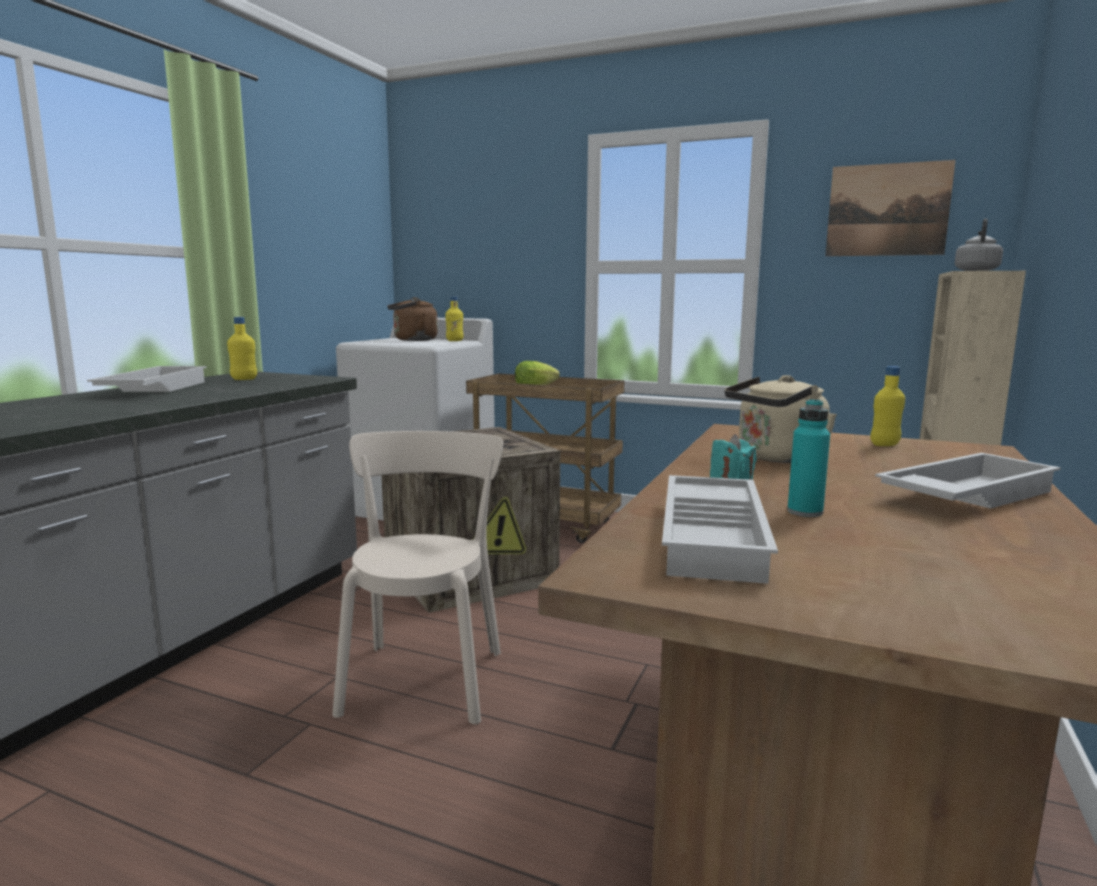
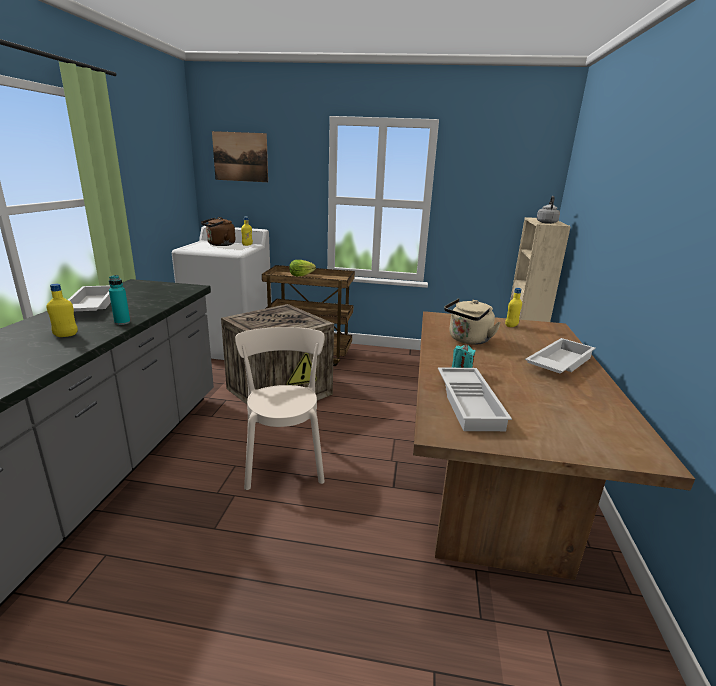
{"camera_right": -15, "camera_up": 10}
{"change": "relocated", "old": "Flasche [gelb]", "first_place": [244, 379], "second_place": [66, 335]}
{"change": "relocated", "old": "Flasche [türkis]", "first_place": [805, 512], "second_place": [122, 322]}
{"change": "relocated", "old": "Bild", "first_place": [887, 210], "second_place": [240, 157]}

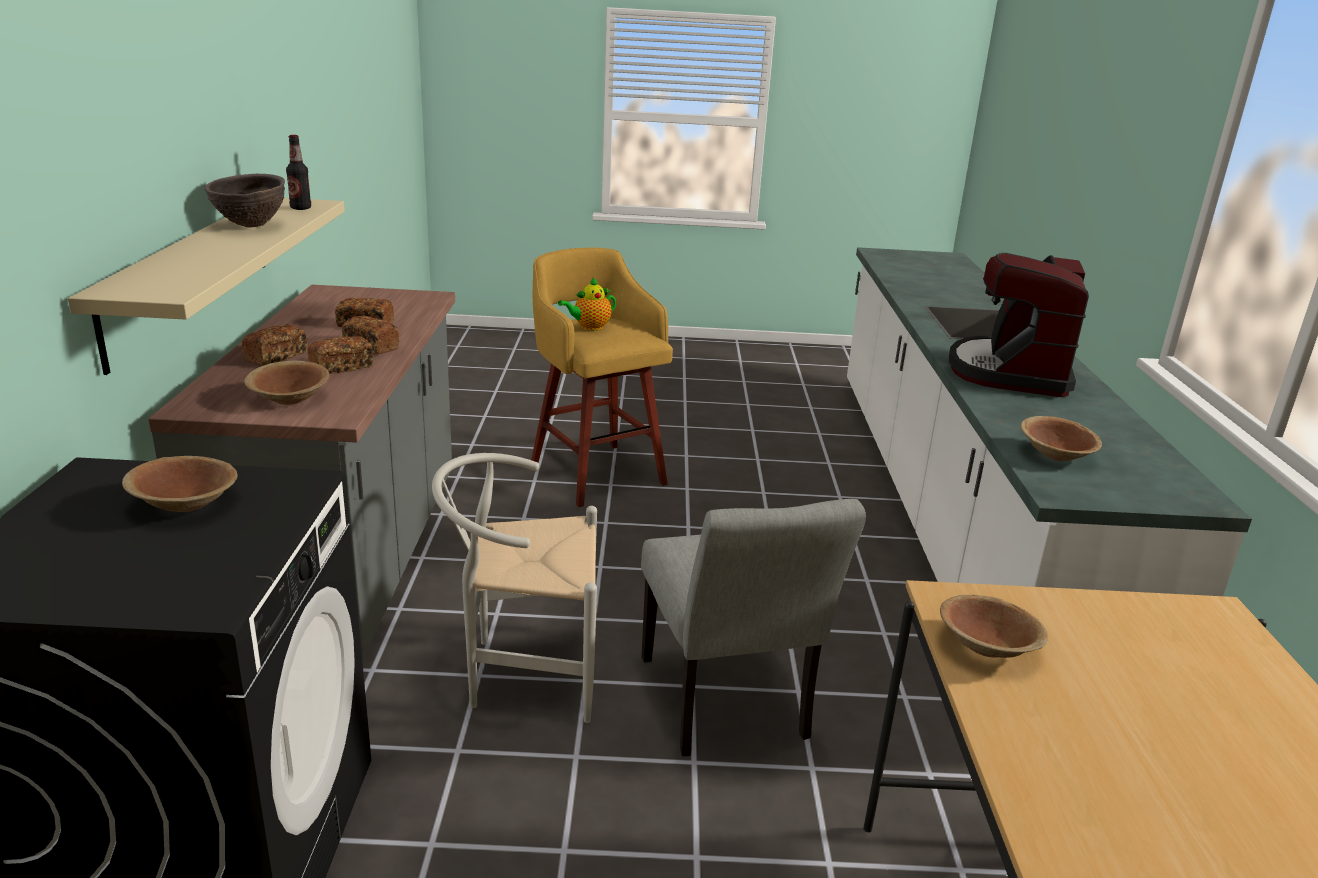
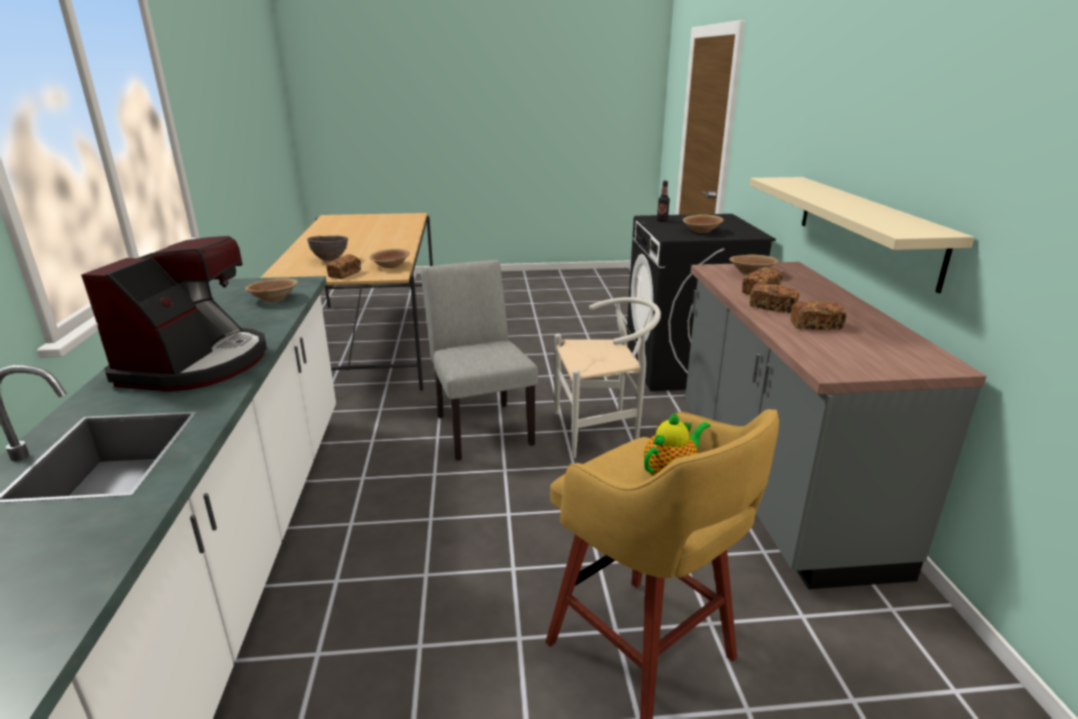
{"camera_right": 175, "camera_up": 0}
{"change": "relocated", "old": "Schüssel [braun]", "first_place": [250, 226], "second_place": [330, 260]}
{"change": "relocated", "old": "Brot", "first_place": [276, 356], "second_place": [345, 274]}
{"change": "relocated", "old": "Flasche", "first_place": [300, 208], "second_place": [662, 220]}

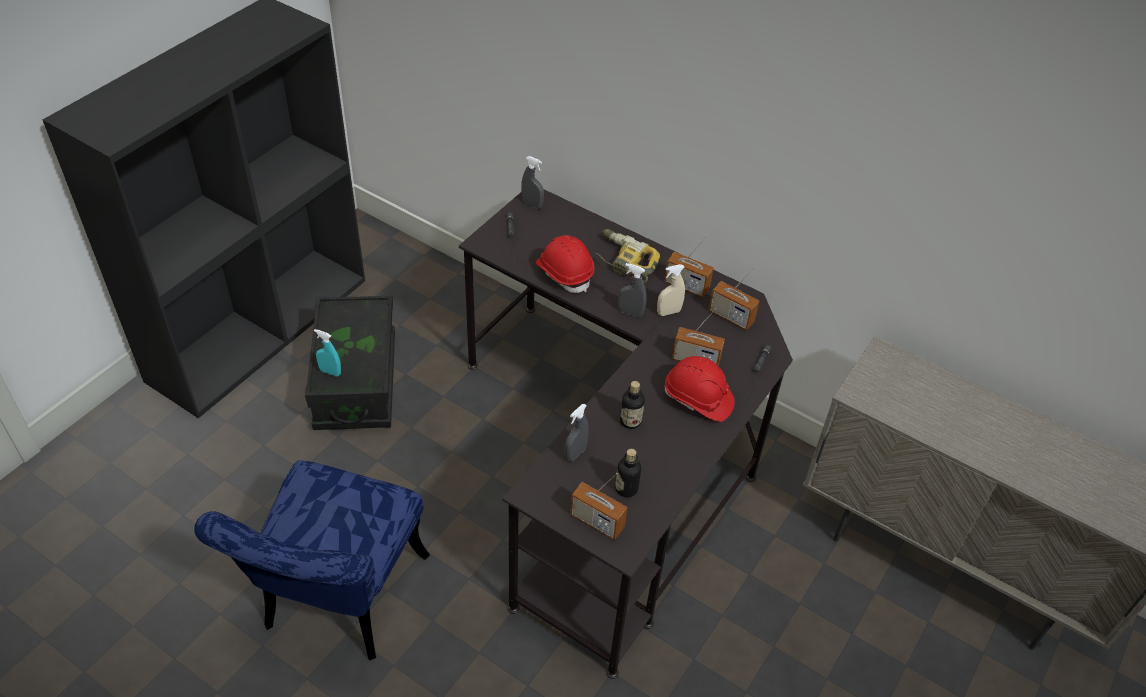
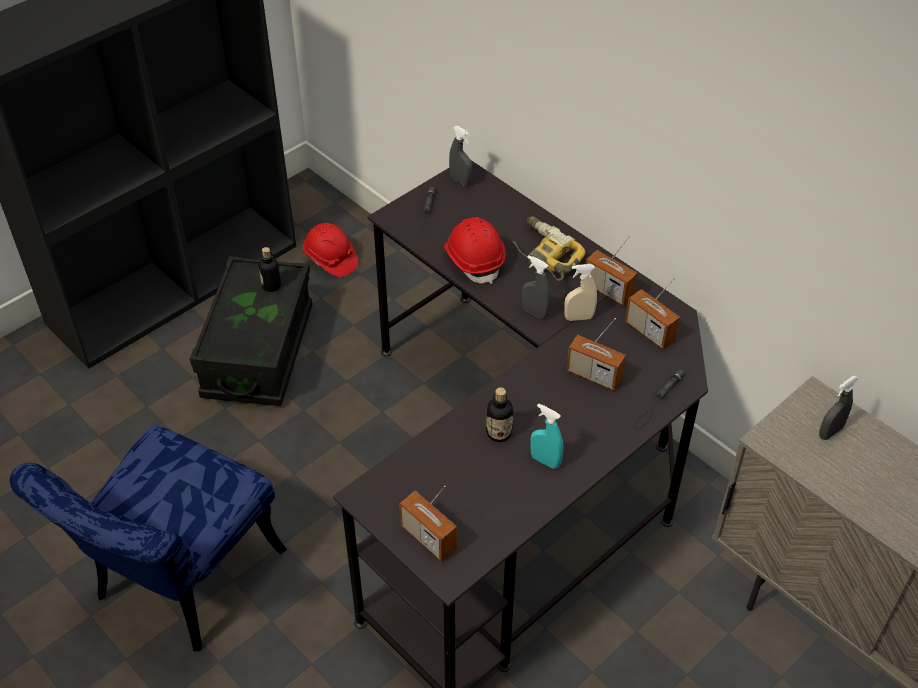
{"camera_right": 15, "camera_up": 0}
{"change": "relocated", "old": "Sprühflasche [türkis]", "first_place": [330, 372], "second_place": [545, 461]}
{"change": "relocated", "old": "Sprühflasche [grau]", "first_place": [575, 453], "second_place": [830, 432]}
{"change": "relocated", "old": "Flasche", "first_place": [626, 488], "second_place": [271, 286]}
{"change": "relocated", "old": "Schutzhelm [rot]", "first_place": [698, 399], "second_place": [330, 259]}

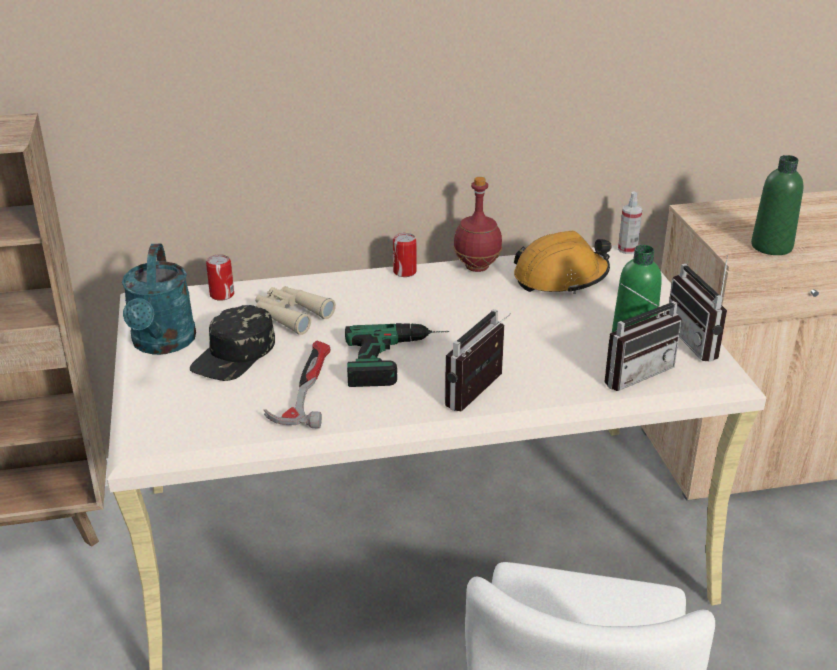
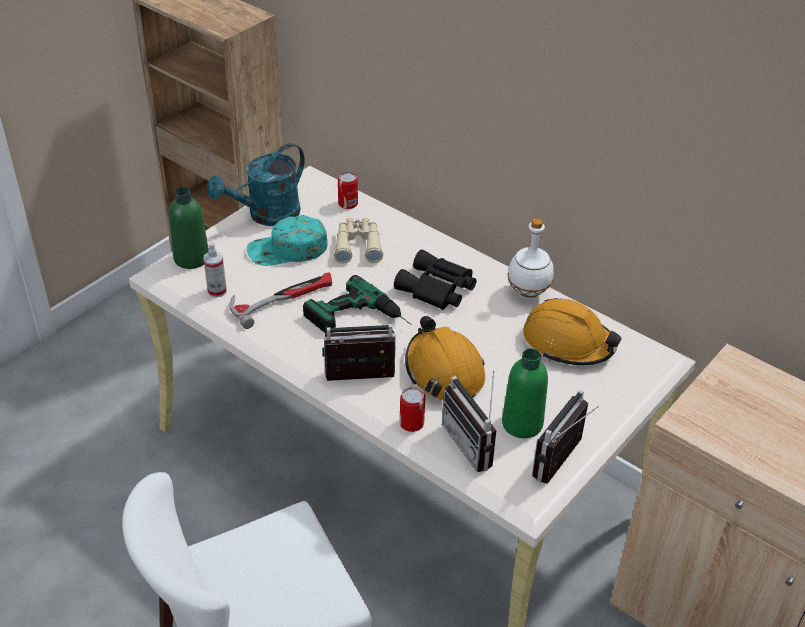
{"camera_right": 50, "camera_up": 10}
{"change": "appeared", "new": "Fernglas [schwarz]", "second_place": [436, 289]}
{"change": "appeared", "new": "Schutzhelm [orange]", "second_place": [444, 371]}
{"change": "relocated", "old": "Dose", "first_place": [404, 272], "second_place": [411, 423]}
{"change": "relocated", "old": "Sprühflasche", "first_place": [627, 249], "second_place": [217, 291]}
{"change": "relocated", "old": "Flasche [grün]", "first_place": [771, 247], "second_place": [191, 258]}
{"change": "colour", "old": "Kappe [schwarz]", "new": "Kappe [türkis]", "first_place": [235, 354], "second_place": [287, 249]}
{"change": "colour", "old": "Flasche [rot]", "new": "Flasche [weiß]", "first_place": [476, 267], "second_place": [528, 292]}
{"change": "spun", "old": "Radio", "first_place": [633, 372], "second_place": [475, 444], "degrees": 45}

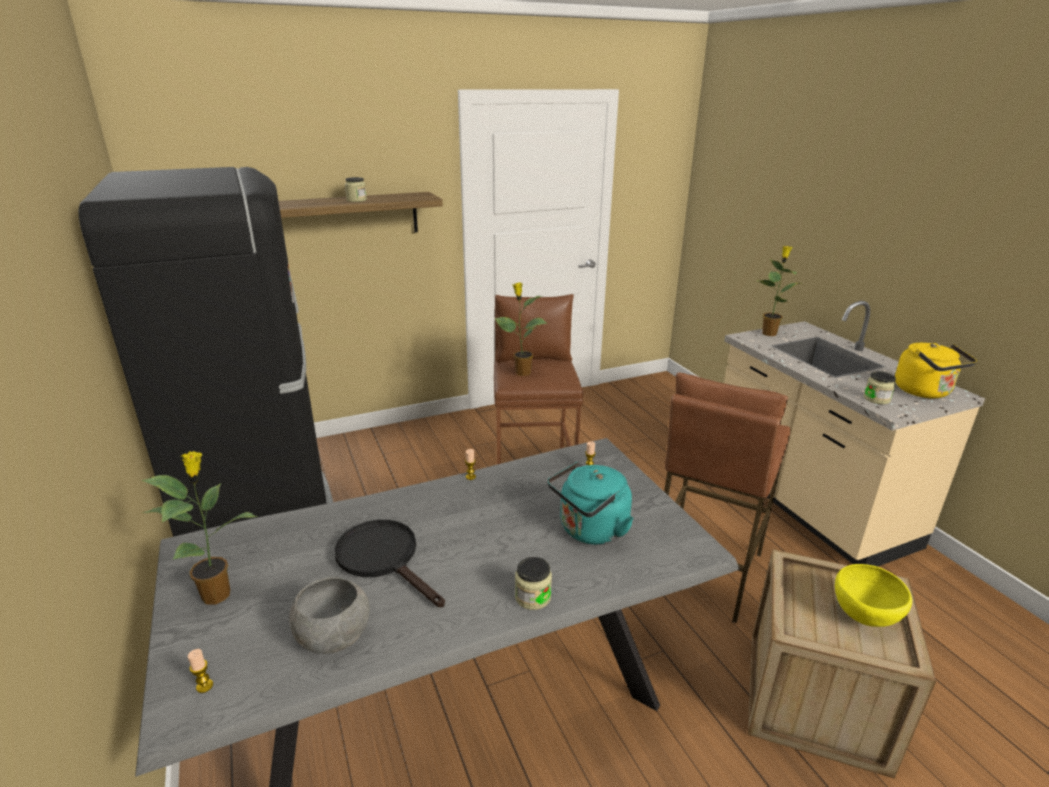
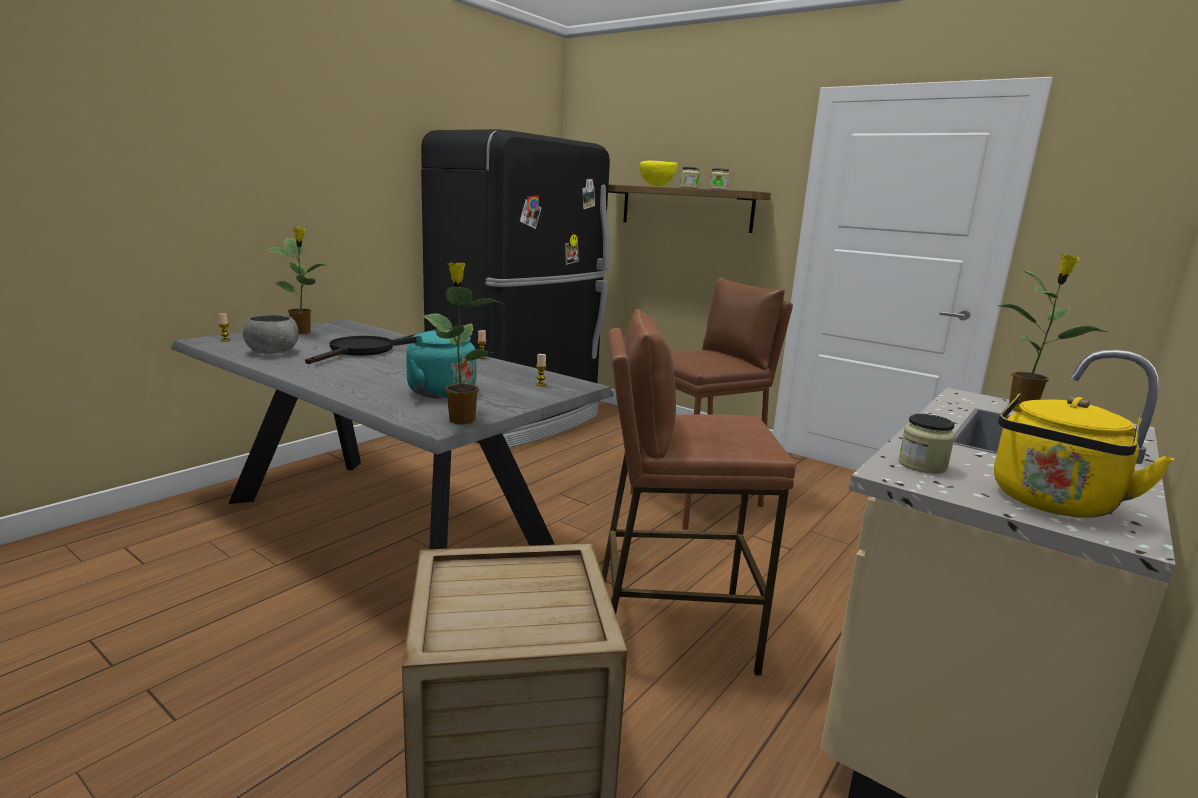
{"camera_right": 60, "camera_up": -10}
{"change": "relocated", "old": "Topfpflanze", "first_place": [521, 373], "second_place": [461, 419]}
{"change": "relocated", "old": "Vorratsglas", "first_place": [533, 597], "second_place": [718, 189]}
{"change": "relocated", "old": "Schüssel [gelb]", "first_place": [864, 616], "second_place": [657, 186]}

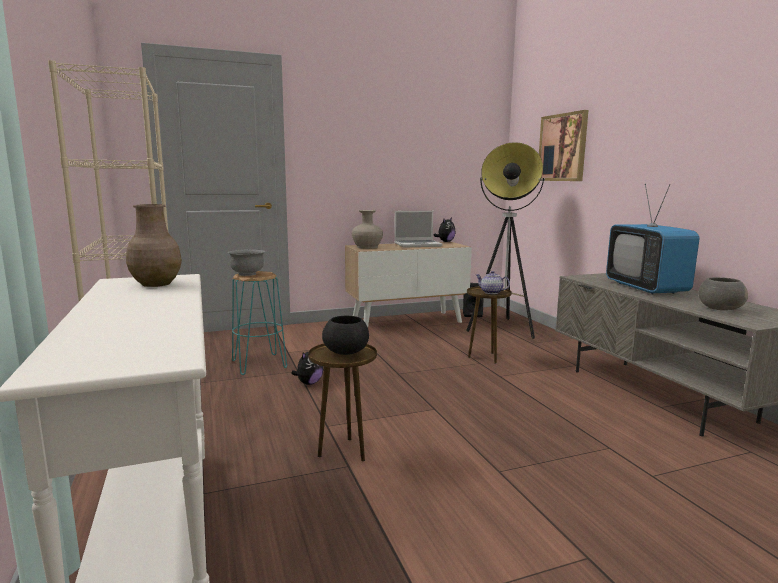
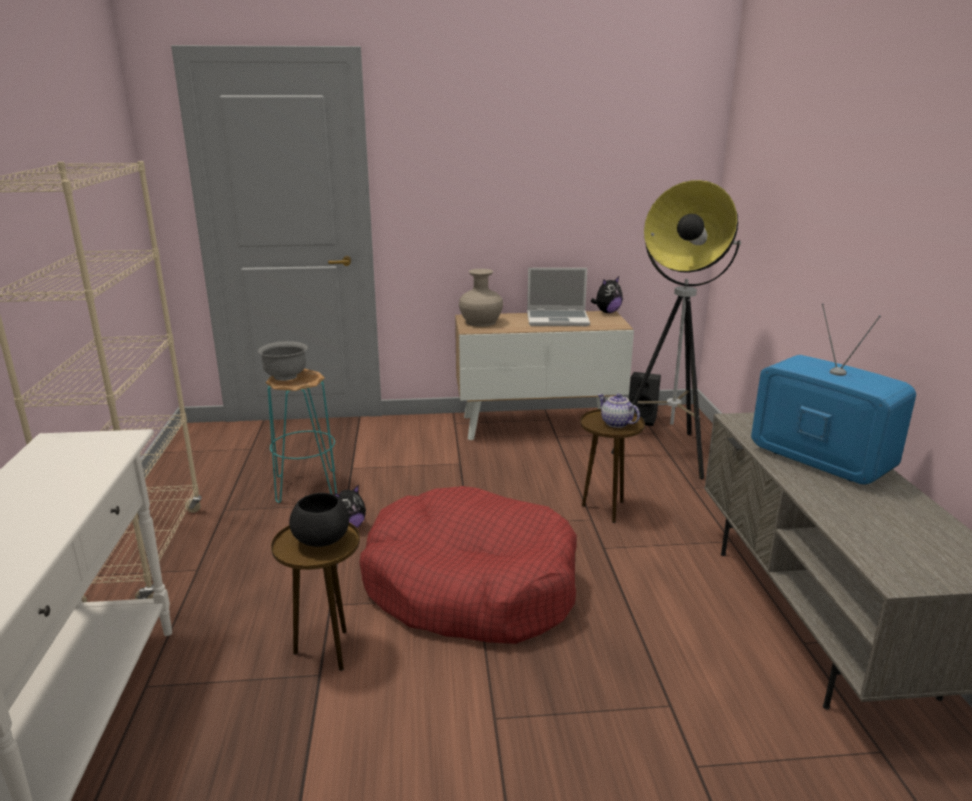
{"camera_right": 15, "camera_up": 10}
{"change": "missing", "old": "Vase [braun]", "first_place": [155, 284]}
{"change": "missing", "old": "Bild", "first_place": [562, 147]}
{"change": "missing", "old": "Schüssel [grau]", "first_place": [719, 309]}
{"change": "appeared", "new": "Hundebett [rot]", "second_place": [470, 586]}
{"change": "spun", "old": "Fernseher", "first_place": [646, 288], "second_place": [819, 462], "degrees": 135}

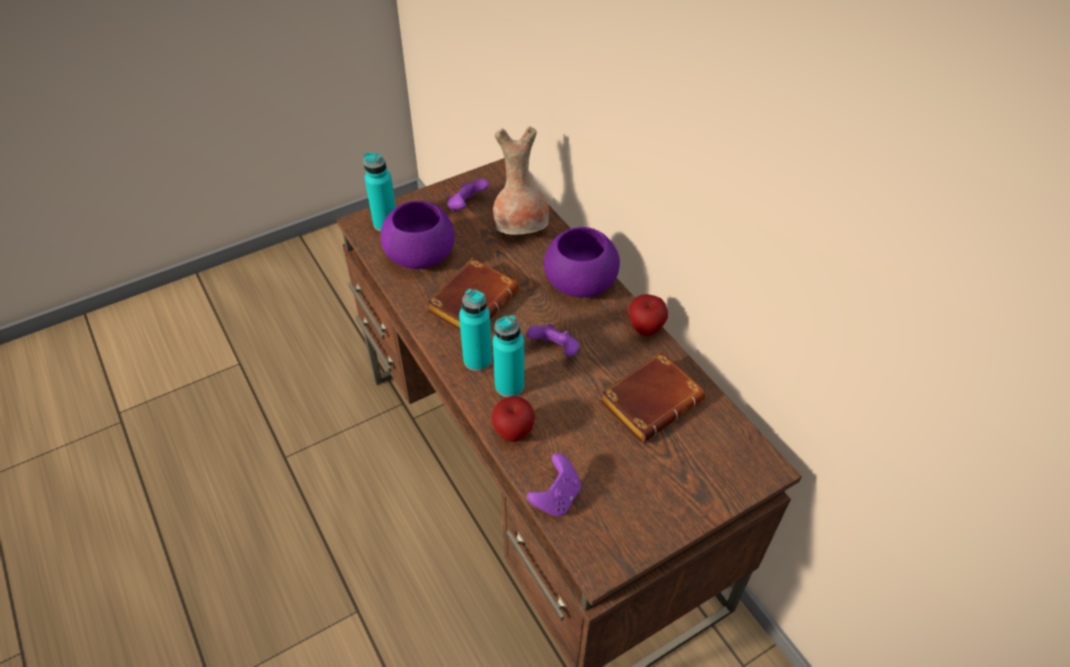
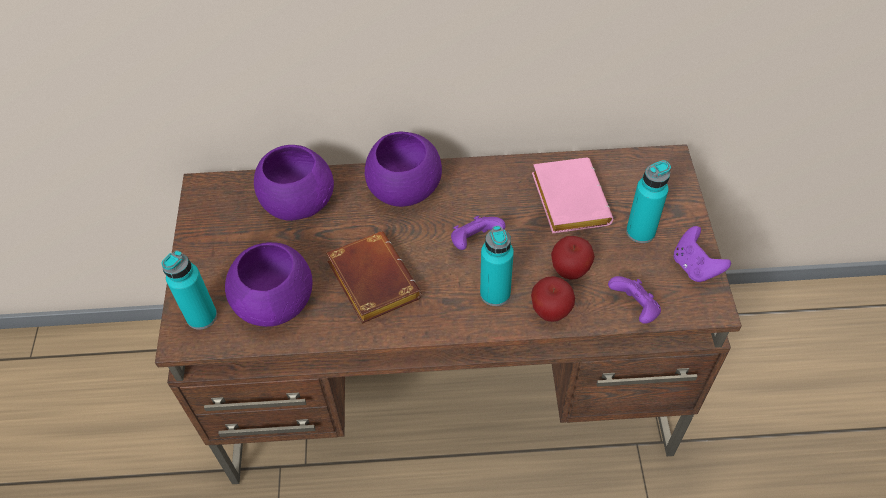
{"camera_right": -60, "camera_up": 5}
{"change": "relocated", "old": "Gamepad [lila]", "first_place": [466, 206], "second_place": [695, 267]}
{"change": "relocated", "old": "Flasche [türkis]", "first_place": [477, 360], "second_place": [640, 231]}
{"change": "relocated", "old": "Apfel", "first_place": [645, 329], "second_place": [569, 271]}
{"change": "exchanged", "old": "Vase [braun]", "new": "Schüssel [lila]", "first_place": [521, 226], "second_place": [297, 201]}
{"change": "colour", "old": "Buch [braun]", "new": "Buch [rosa]", "first_place": [650, 399], "second_place": [567, 199]}

